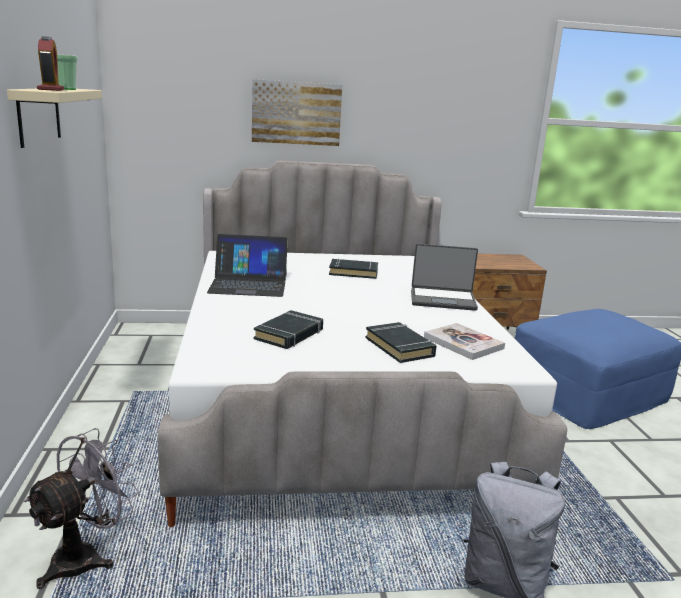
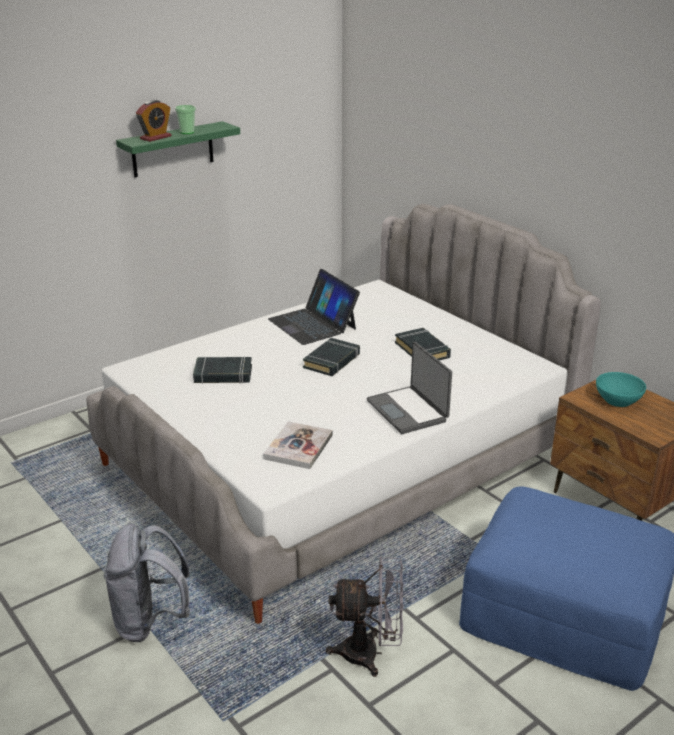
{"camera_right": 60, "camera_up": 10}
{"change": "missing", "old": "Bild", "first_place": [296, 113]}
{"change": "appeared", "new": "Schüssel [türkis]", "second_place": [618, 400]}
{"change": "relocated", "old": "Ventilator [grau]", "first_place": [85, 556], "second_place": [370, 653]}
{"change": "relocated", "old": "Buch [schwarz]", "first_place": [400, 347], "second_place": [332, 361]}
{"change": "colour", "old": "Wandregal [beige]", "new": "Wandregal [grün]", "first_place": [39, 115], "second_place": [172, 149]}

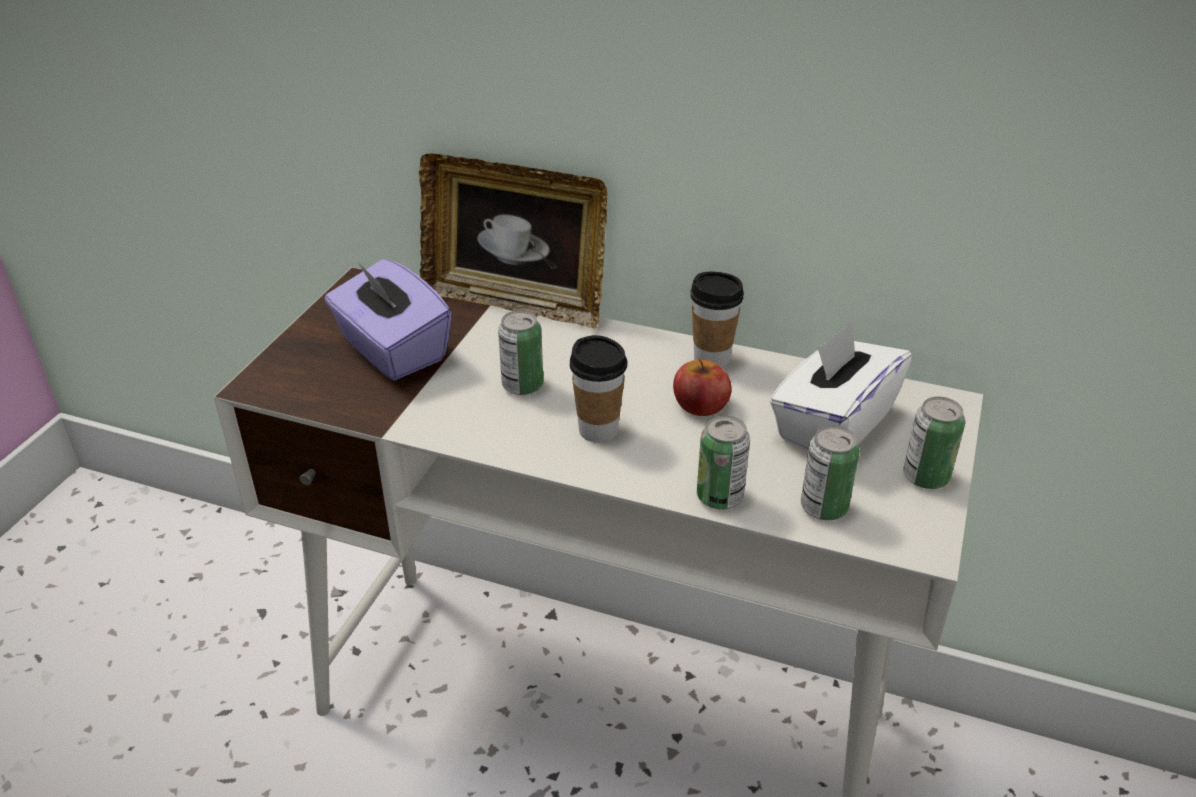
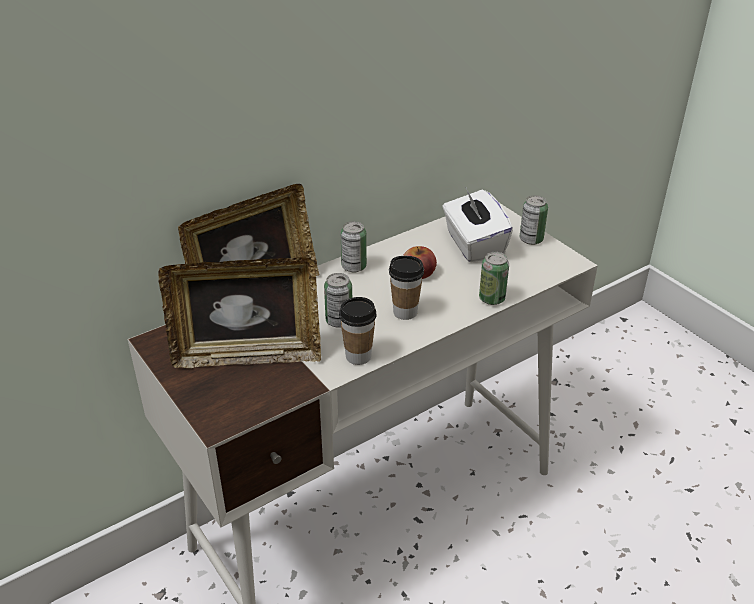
{"camera_right": -55, "camera_up": 0}
{"change": "relocated", "old": "Tasse", "first_place": [711, 359], "second_place": [358, 356]}
{"change": "relocated", "old": "Dose", "first_place": [824, 507], "second_place": [354, 267]}
{"change": "exchanged", "old": "Taschentuchbox [lila]", "new": "Bilderrahmen", "first_place": [392, 350], "second_place": [247, 355]}

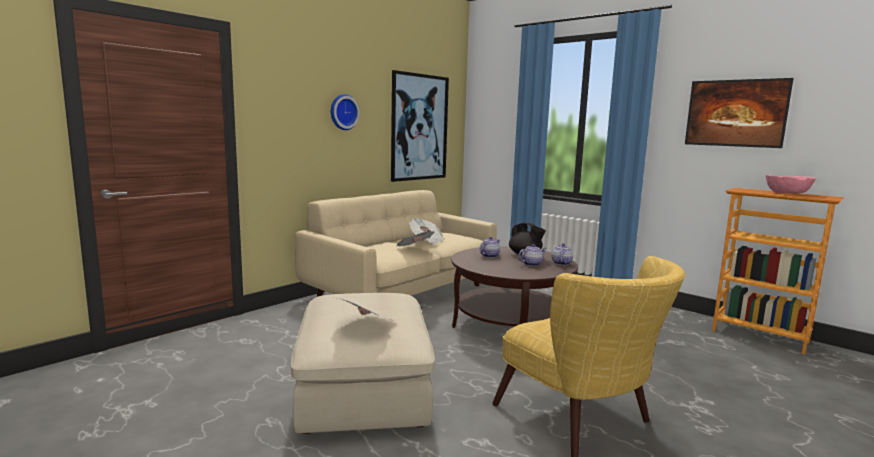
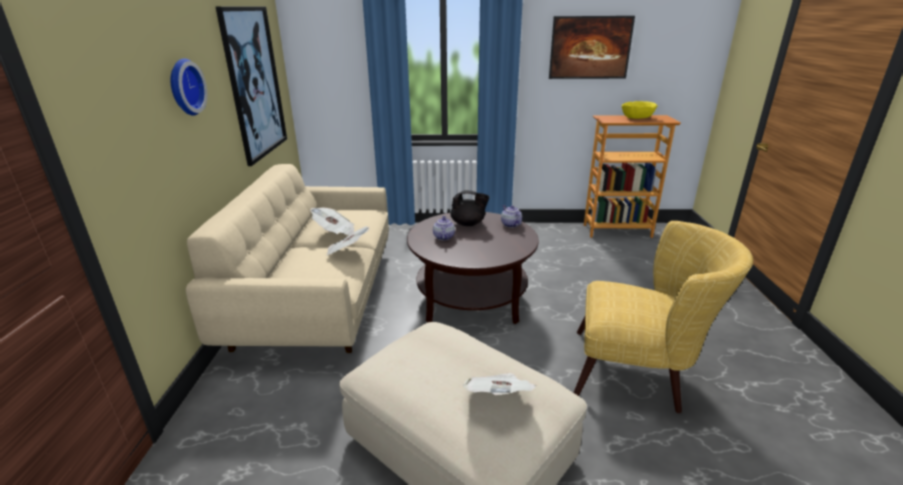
{"camera_right": -40, "camera_up": 15}
{"change": "missing", "old": "Teekanne", "first_place": [532, 264]}
{"change": "colour", "old": "Schüssel [rosa]", "new": "Schüssel [gelb]", "first_place": [787, 193], "second_place": [636, 118]}

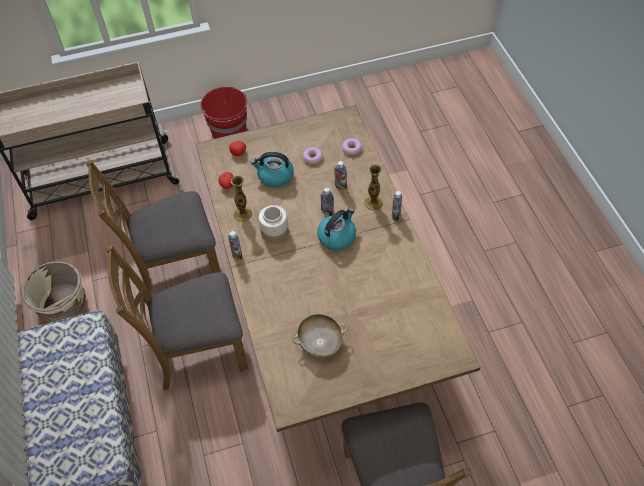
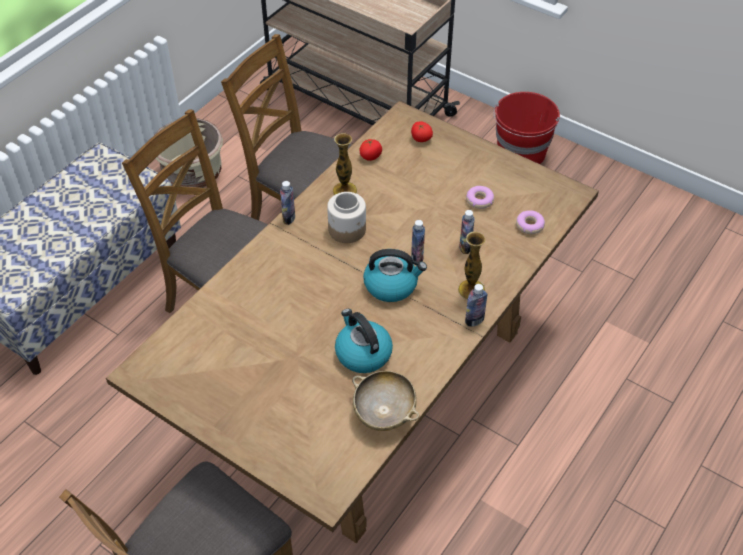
{"camera_right": 50, "camera_up": -5}
{"change": "relocated", "old": "Wasserkessel", "first_place": [275, 176], "second_place": [362, 353]}
{"change": "relocated", "old": "Schüssel [beige]", "first_place": [320, 343], "second_place": [384, 412]}

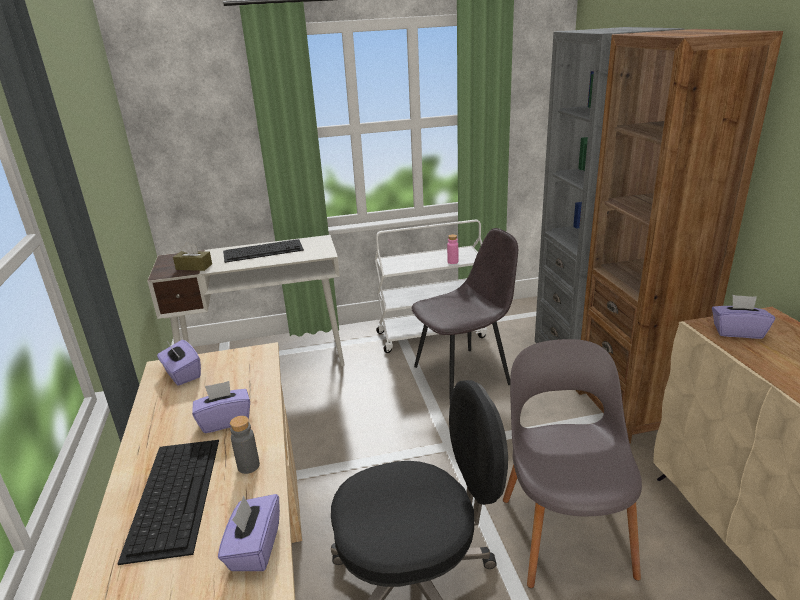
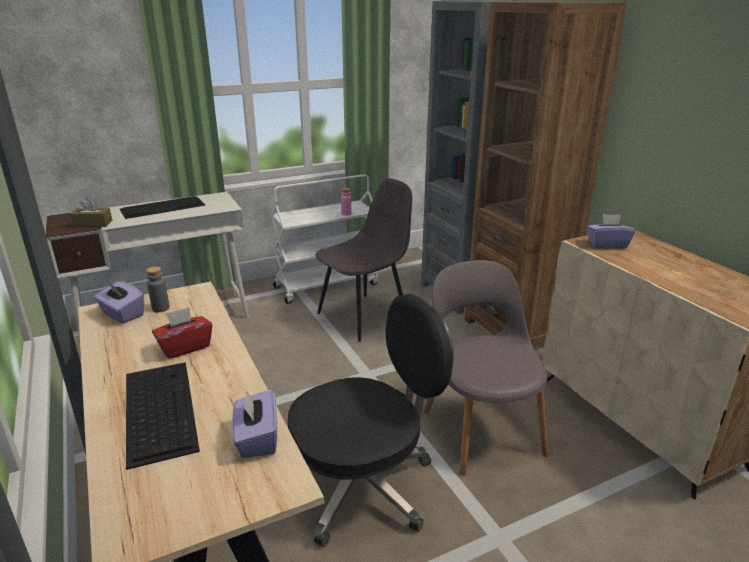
{"camera_right": -15, "camera_up": 0}
{"change": "relocated", "old": "Flasche [grau]", "first_place": [248, 466], "second_place": [161, 308]}
{"change": "colour", "old": "Taschentuchbox [lila]", "new": "Taschentuchbox [rot]", "first_place": [225, 421], "second_place": [185, 347]}

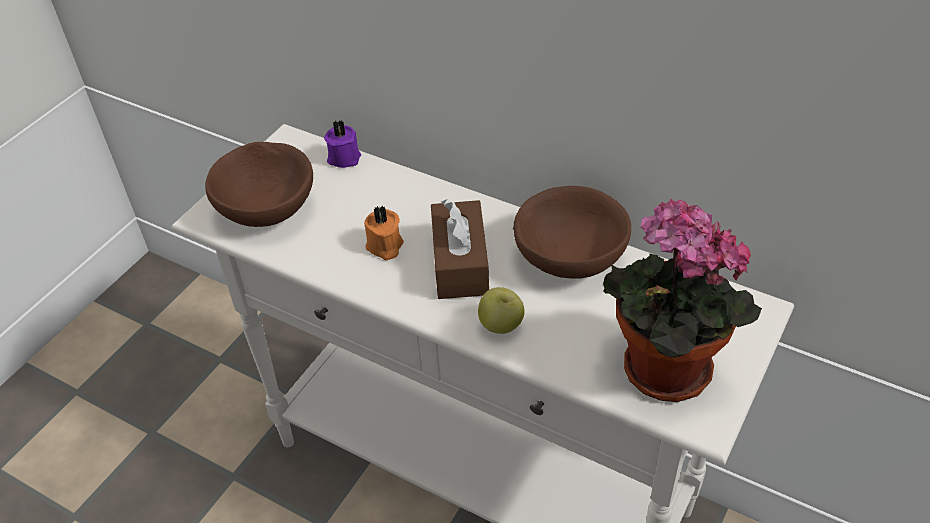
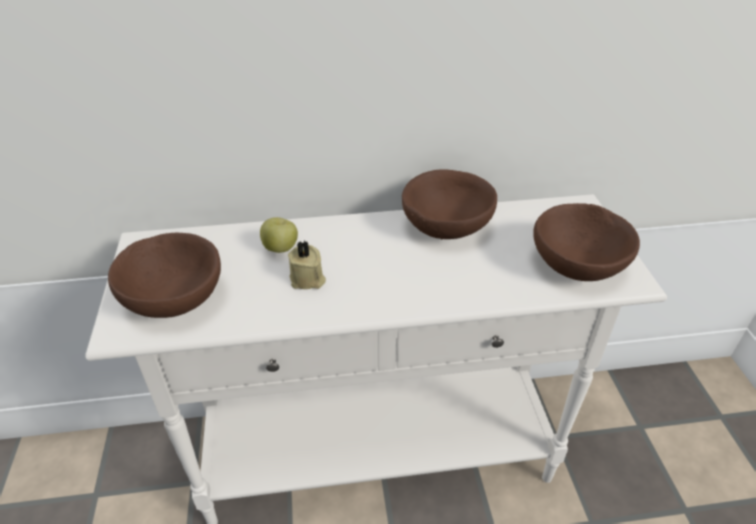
{"camera_right": -40, "camera_up": -5}
{"change": "missing", "old": "Kerze [lila]", "first_place": [343, 157]}
{"change": "missing", "old": "Taschentuchbox [braun]", "first_place": [460, 263]}
{"change": "relocated", "old": "Apfel", "first_place": [501, 325], "second_place": [280, 248]}
{"change": "exchanged", "old": "Topfpflanze", "new": "Schüssel [braun]", "first_place": [660, 373], "second_place": [577, 266]}
{"change": "colour", "old": "Kerze [orange]", "new": "Kerze [beige]", "first_place": [384, 247], "second_place": [307, 280]}

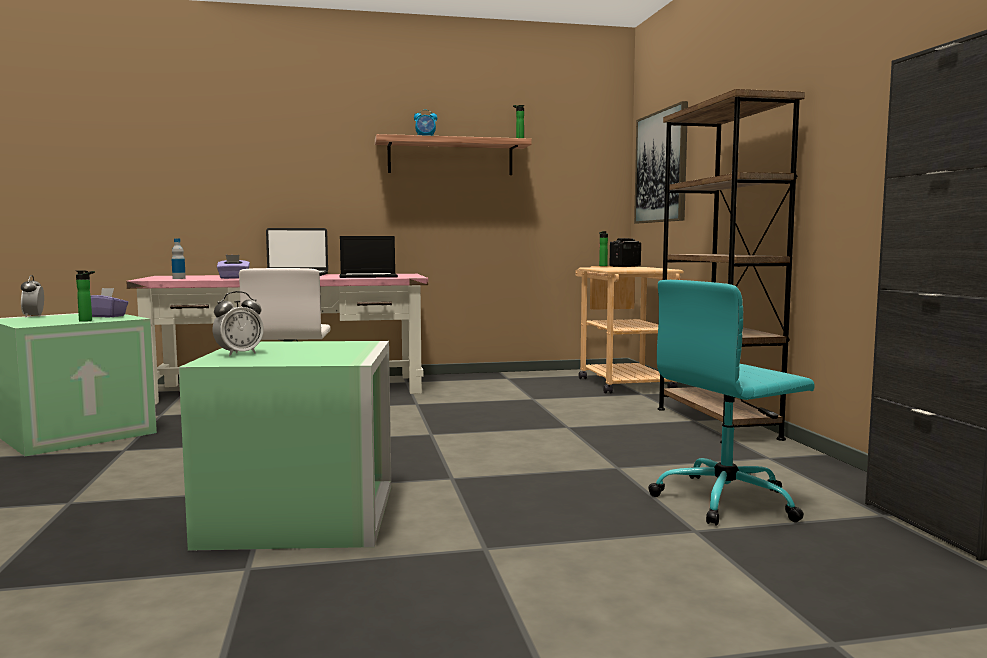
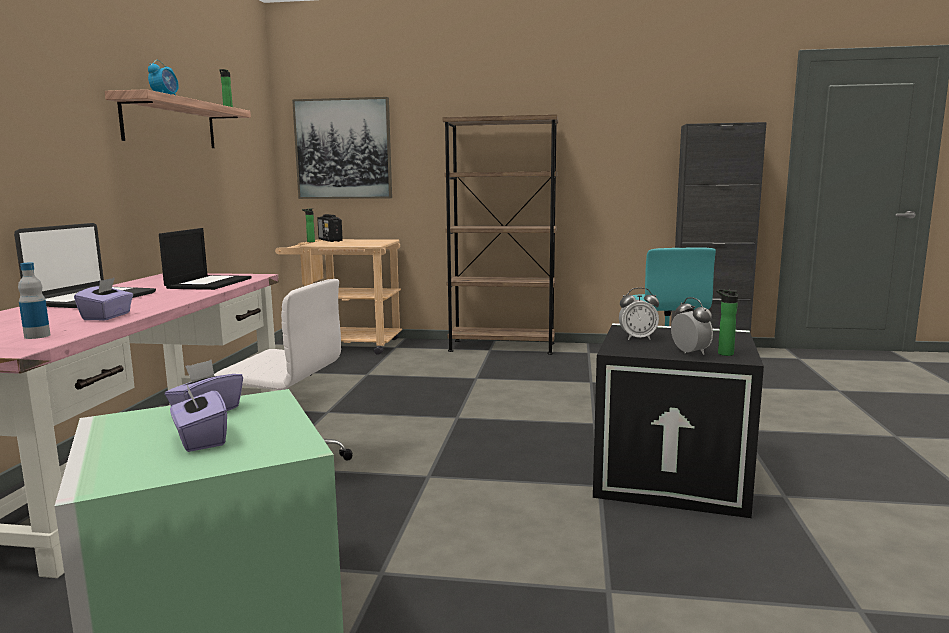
{"camera_right": -70, "camera_up": 5}
{"change": "appeared", "new": "Taschentuchbox [lila]", "second_place": [200, 440]}
{"change": "relocated", "old": "Wecker", "first_place": [33, 317], "second_place": [637, 338]}
{"change": "relocated", "old": "Flasche", "first_place": [87, 320], "second_place": [723, 353]}
{"change": "colour", "old": "Aufbewahrungsbox [grün]", "new": "Aufbewahrungsbox [schwarz]", "first_place": [303, 516], "second_place": [673, 475]}

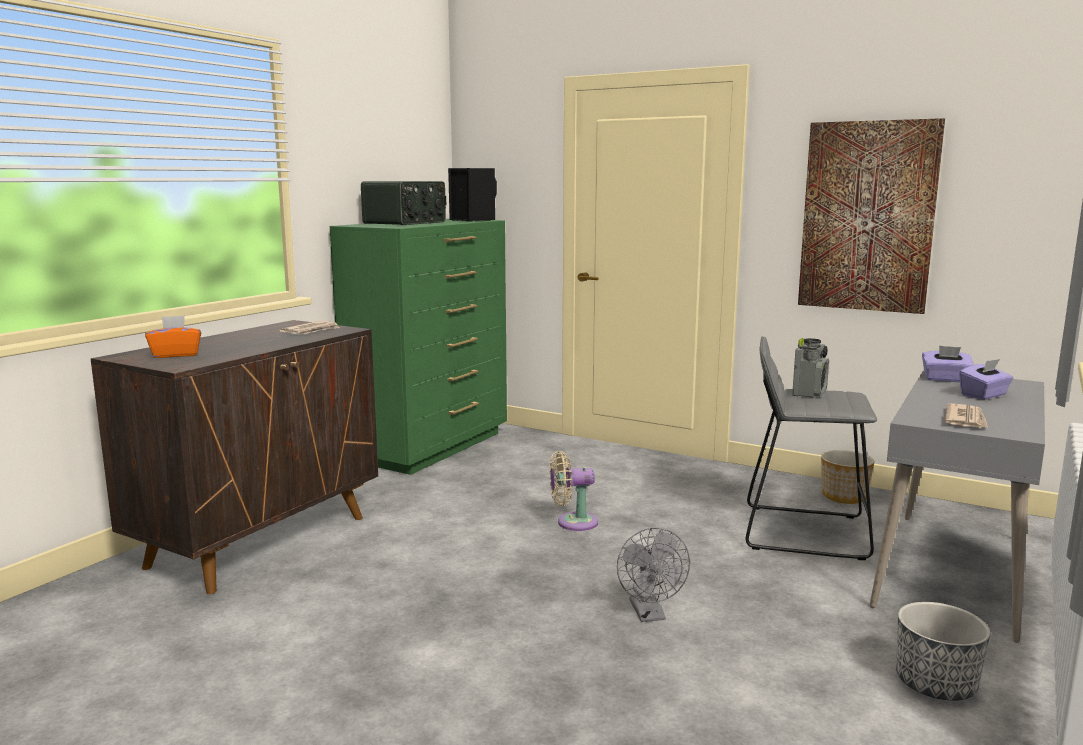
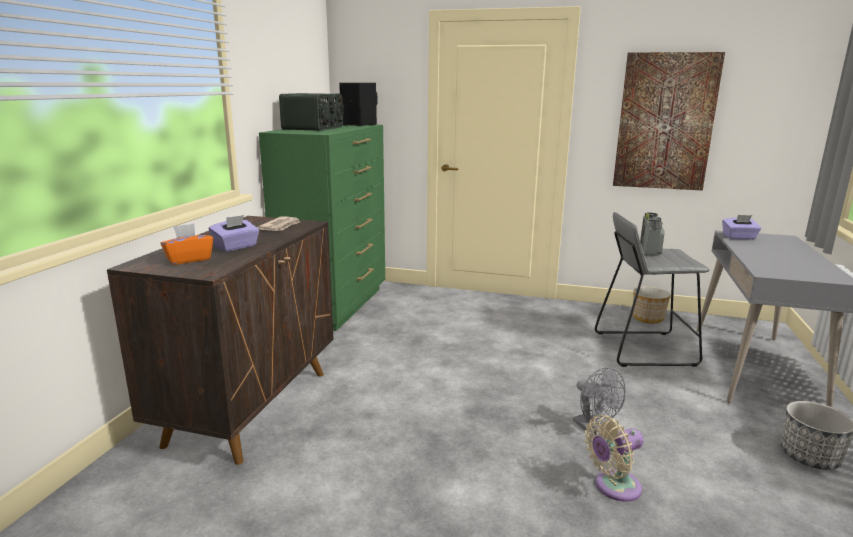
{"camera_right": -15, "camera_up": 5}
{"change": "missing", "old": "Zeitung", "first_place": [966, 420]}
{"change": "relocated", "old": "Ventilator [beige]", "first_place": [572, 522], "second_place": [613, 487]}
{"change": "relocated", "old": "Taschentuchbox [lila]", "first_place": [984, 395], "second_place": [236, 247]}

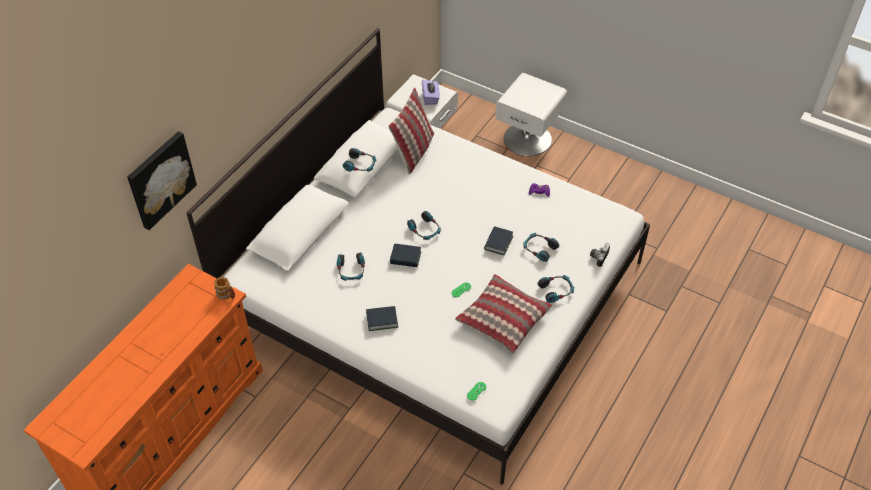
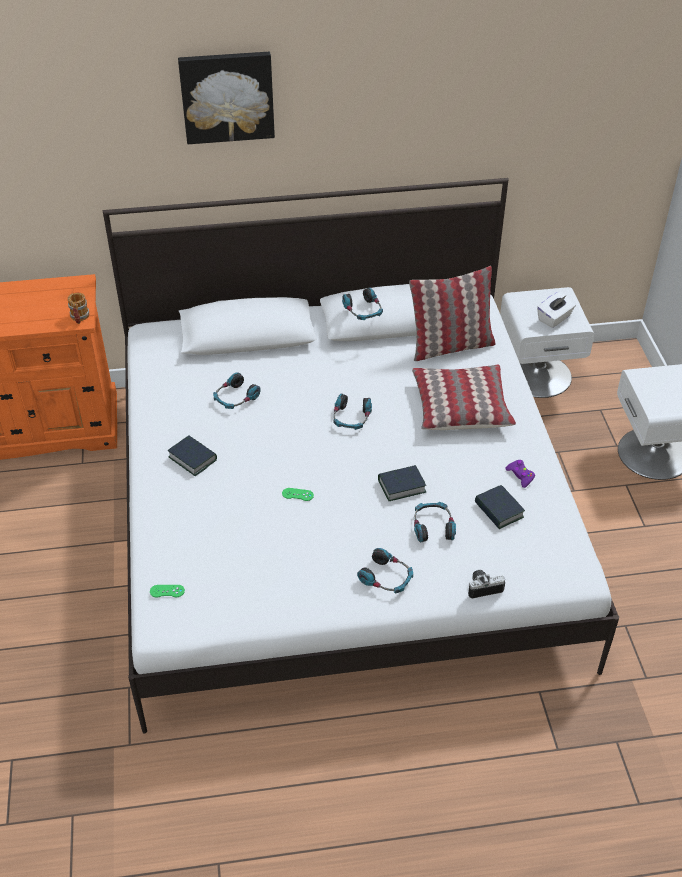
{"camera_right": 50, "camera_up": -5}
{"change": "relocated", "old": "Bild", "first_place": [160, 179], "second_place": [227, 96]}
{"change": "relocated", "old": "Buch", "first_place": [405, 258], "second_place": [499, 510]}
{"change": "relocated", "old": "Kissen", "first_place": [502, 319], "second_place": [460, 407]}
{"change": "colour", "old": "Taschentuchbox [lila]", "new": "Taschentuchbox [weiß]", "first_place": [430, 98], "second_place": [554, 318]}

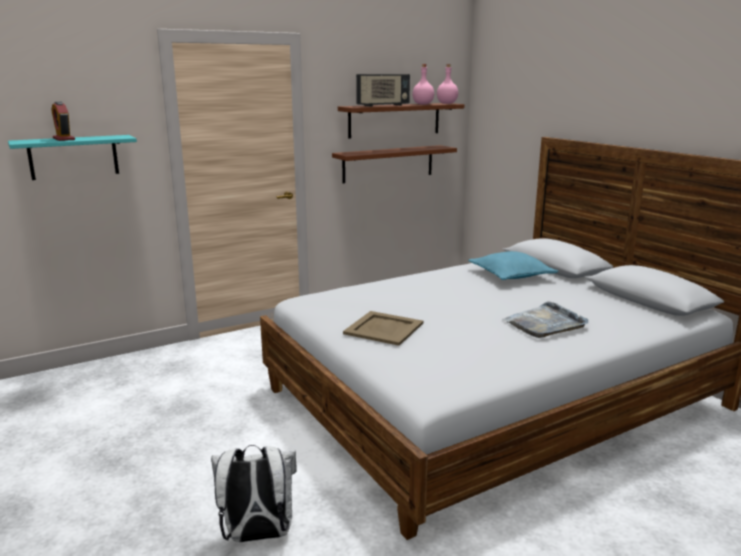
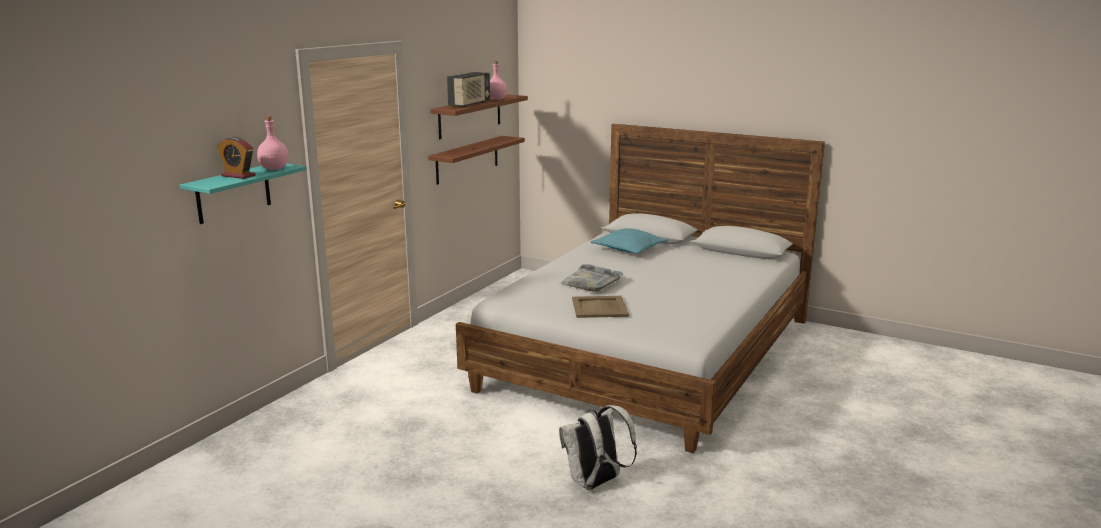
{"camera_right": -30, "camera_up": 0}
{"change": "relocated", "old": "Flasche [rosa]", "first_place": [447, 103], "second_place": [274, 168]}
{"change": "relocated", "old": "Tablett [grau]", "first_place": [545, 323], "second_place": [591, 281]}

